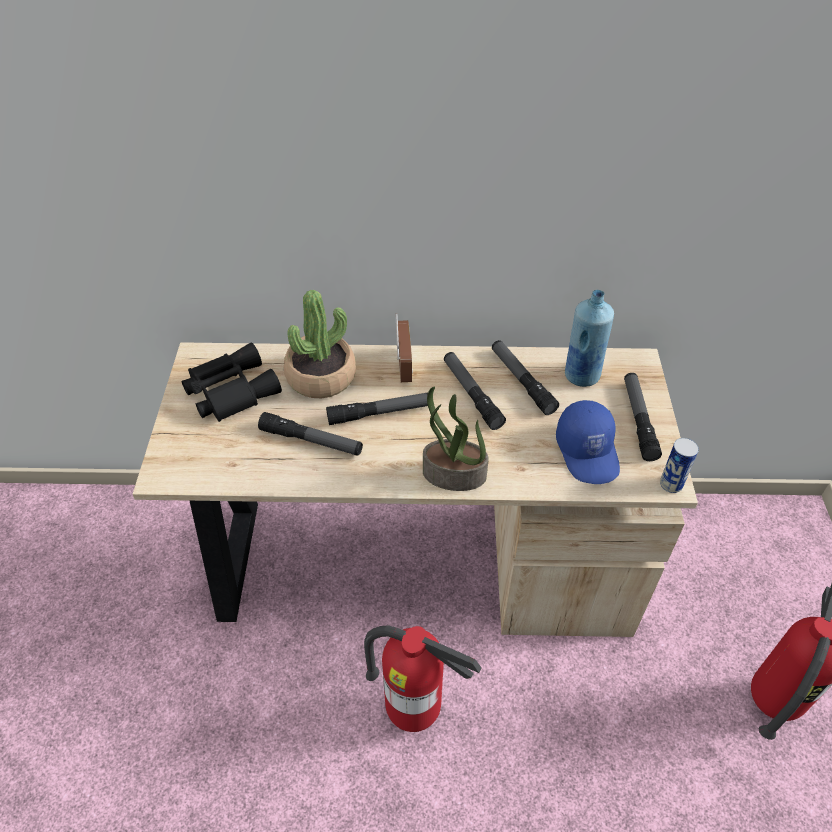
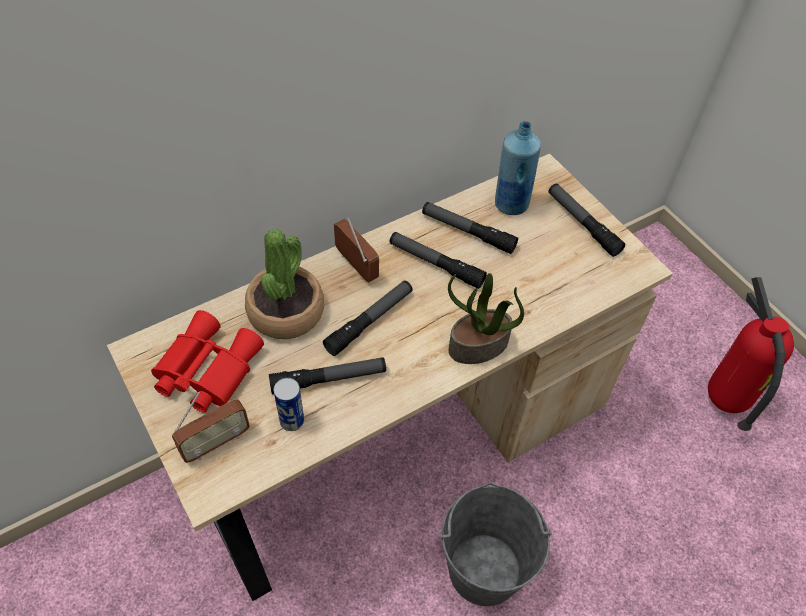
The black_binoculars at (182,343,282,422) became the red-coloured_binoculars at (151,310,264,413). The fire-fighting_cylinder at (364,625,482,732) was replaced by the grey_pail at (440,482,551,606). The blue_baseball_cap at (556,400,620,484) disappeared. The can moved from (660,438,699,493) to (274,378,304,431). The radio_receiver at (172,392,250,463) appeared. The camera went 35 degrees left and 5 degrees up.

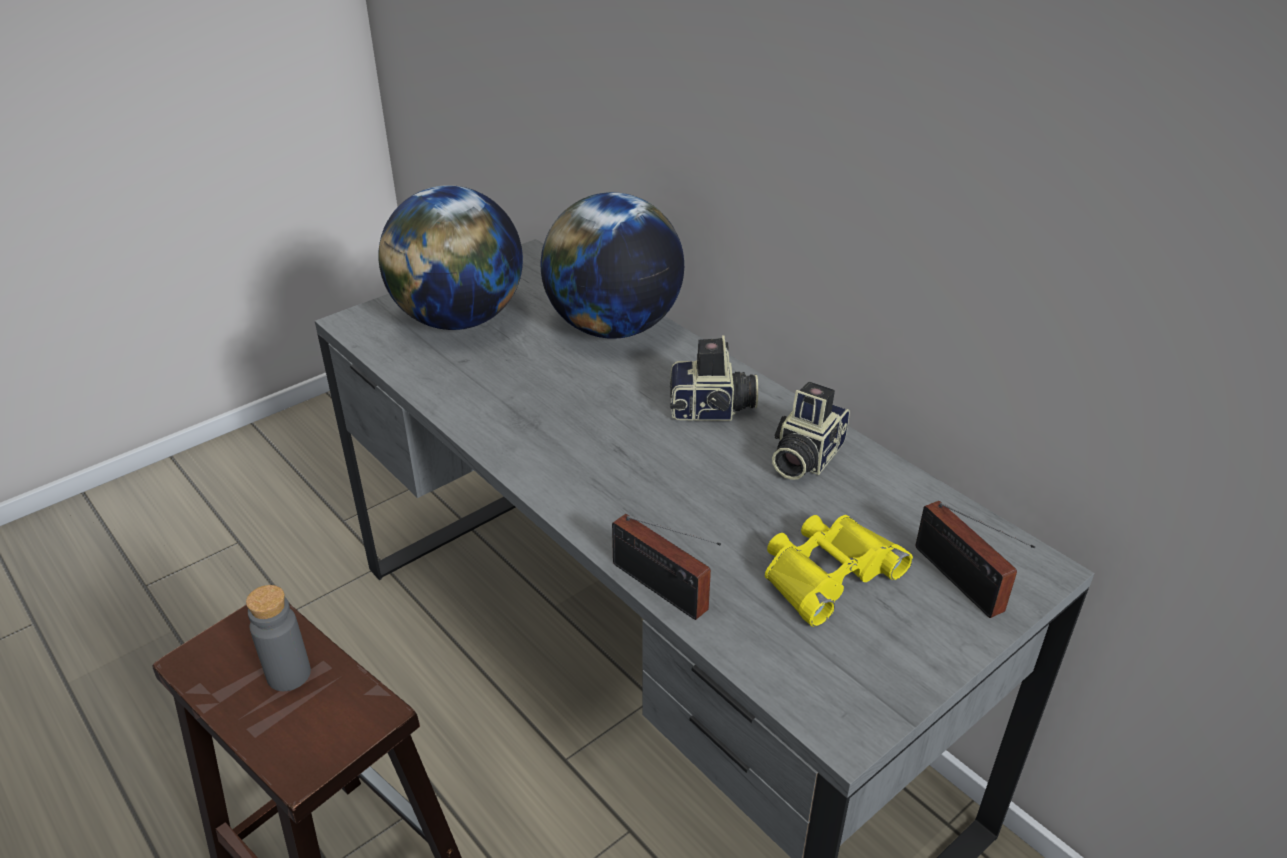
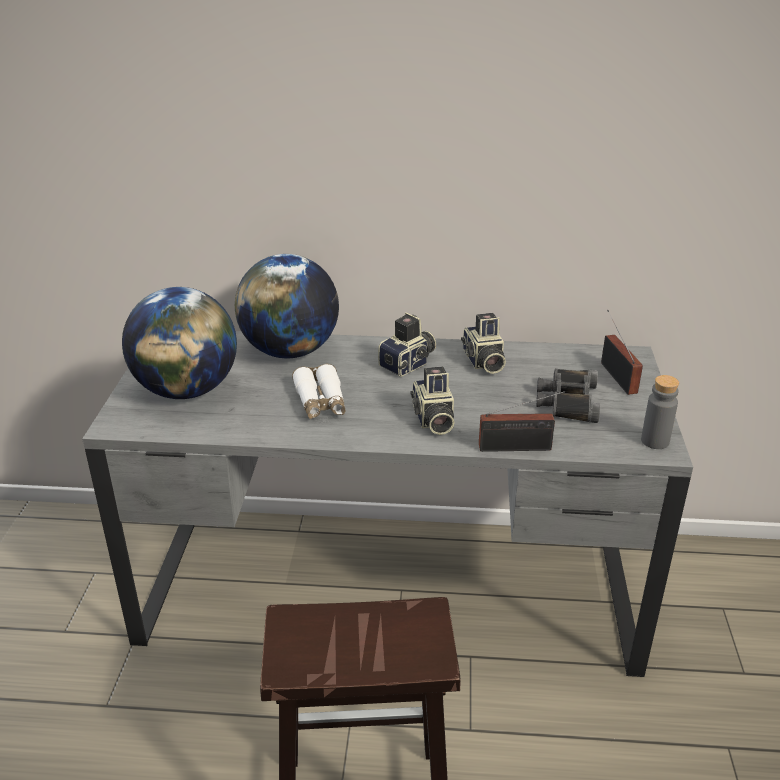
The grey_beverage_bottle moved from (246,585,311,691) to (641,375,679,449). The yellow_binoculars at (765,515,913,627) became the black_binoculars at (536,368,600,423). The radio_receiver at (916,501,1035,618) turned 120 degrees counterclockwise. The white-coloured_binoculars at (292,364,345,419) appeared. The still_camera at (410,366,455,435) appeared. The camera went 45 degrees left and 5 degrees down.

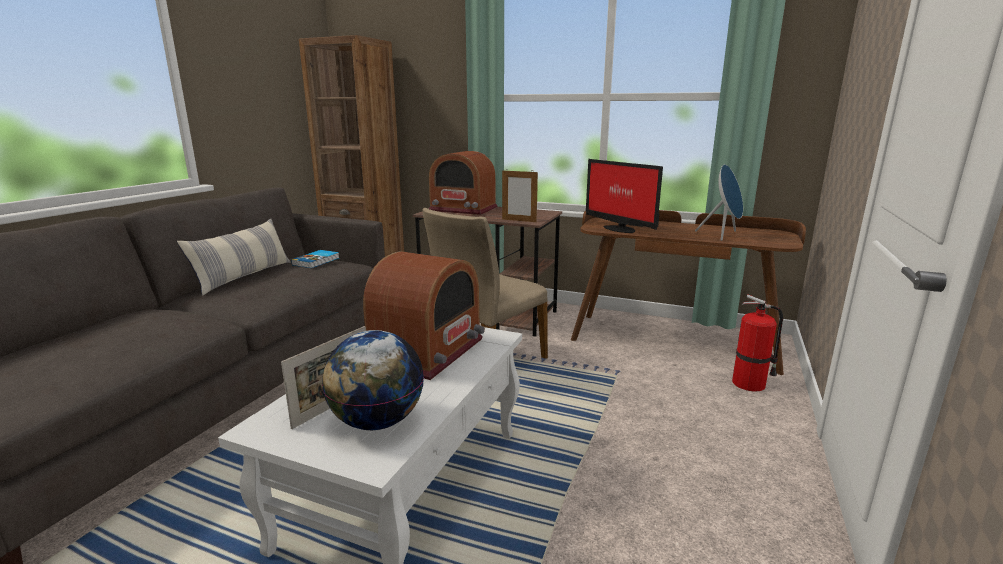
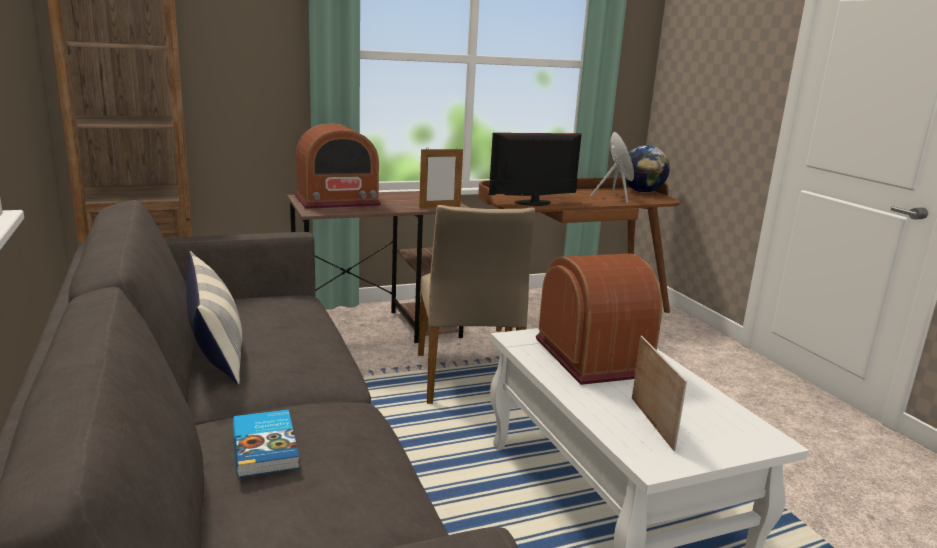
The volume moved from (291,250,339,268) to (233,409,300,478). The desk_globe moved from (322,330,424,430) to (625,145,670,193). The computer_display at (586,159,663,233) turned 150 degrees clockwise. The fire-fighting_cylinder at (732,295,783,392) disappeared. The camera went 45 degrees left and 0 degrees up.

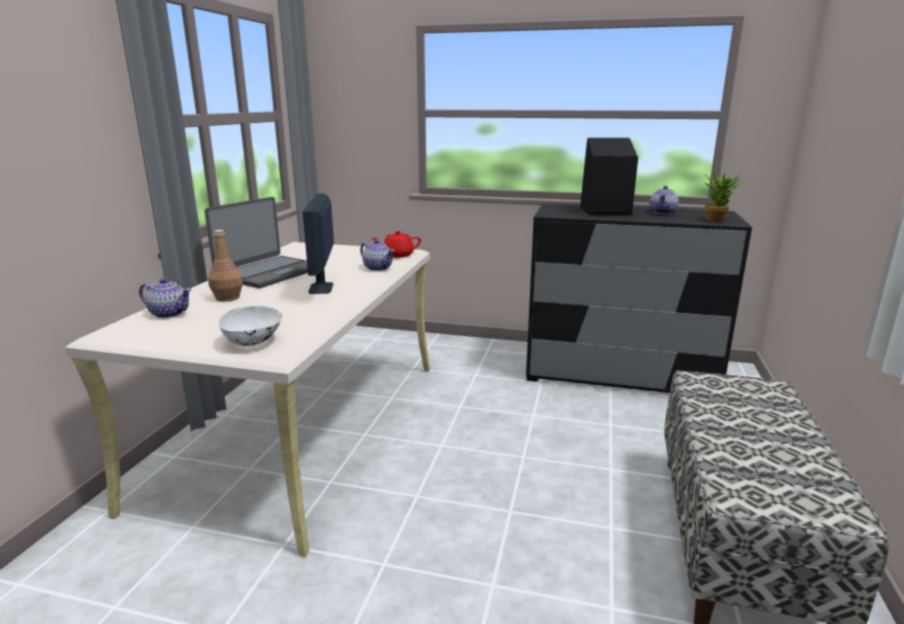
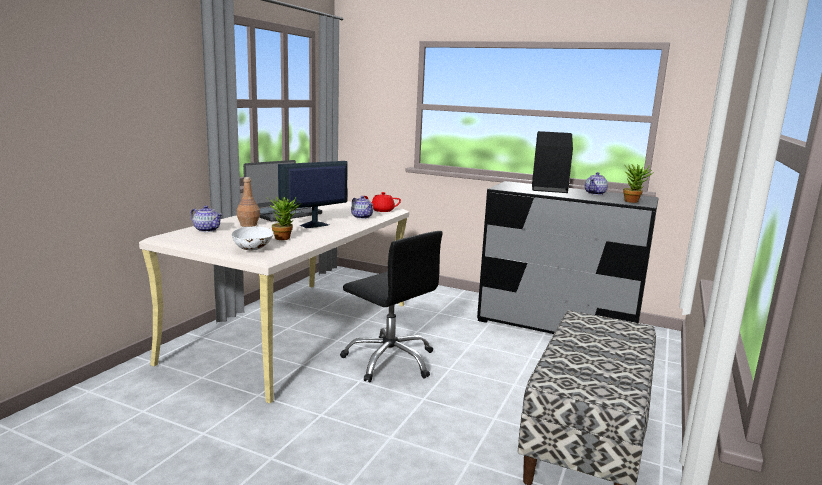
The computer_display at (303,193,334,294) turned 45 degrees clockwise. The potted_plant at (268,196,300,240) appeared. The black_computer_chair at (340,231,443,382) appeared. The camera went 10 degrees right and 5 degrees down.

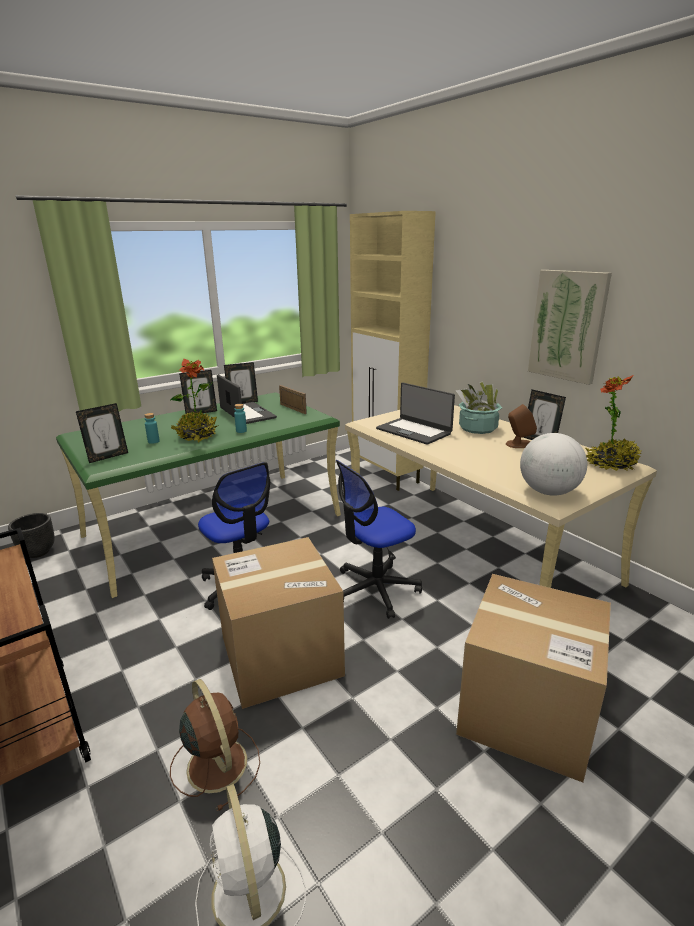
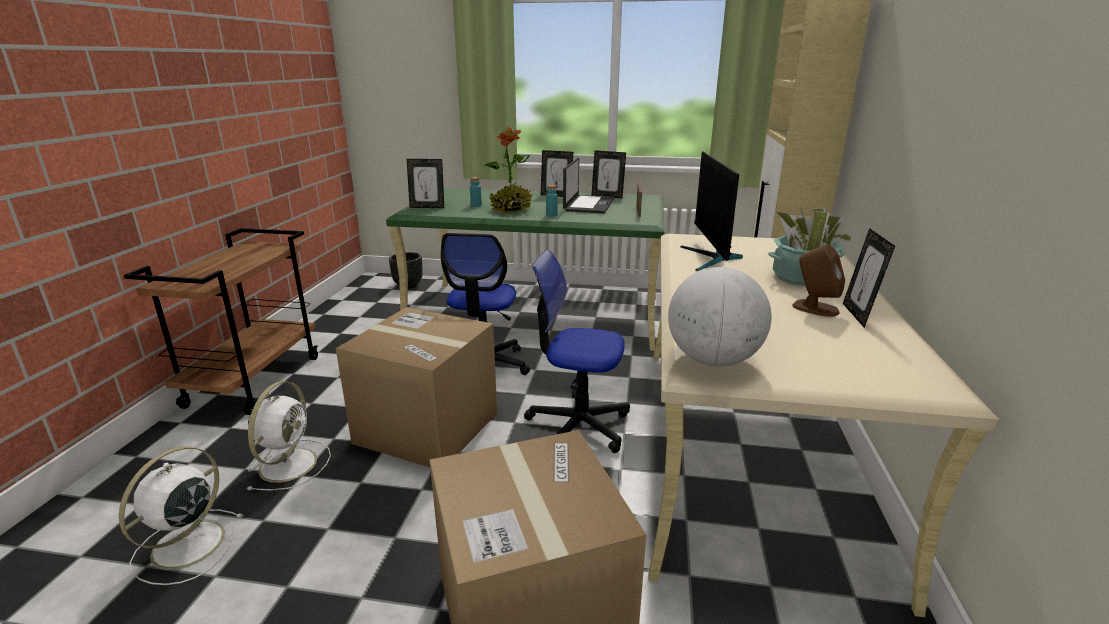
The brownish_fan at (170,679,260,811) became the white-coloured_fan at (246,381,331,491). The portable_computer at (376,383,455,445) was replaced by the computer_display at (680,152,743,271). The wall_picture at (528,270,612,385) disappeared. The potted_plant at (585,375,641,471) disappeared. The camera went 45 degrees right and 0 degrees up.

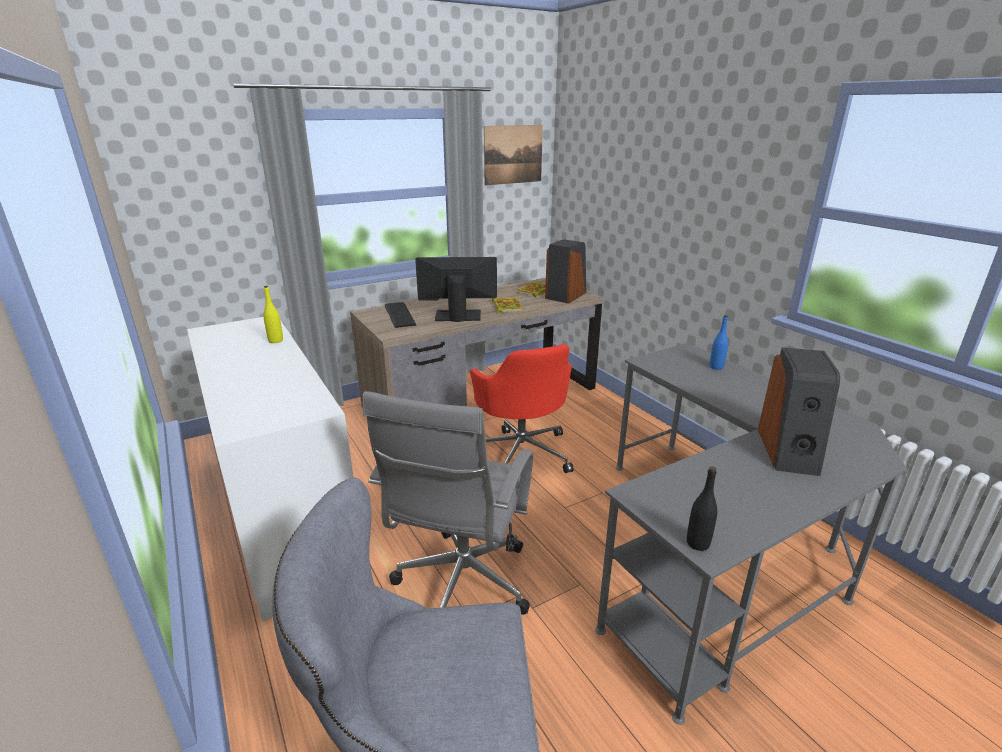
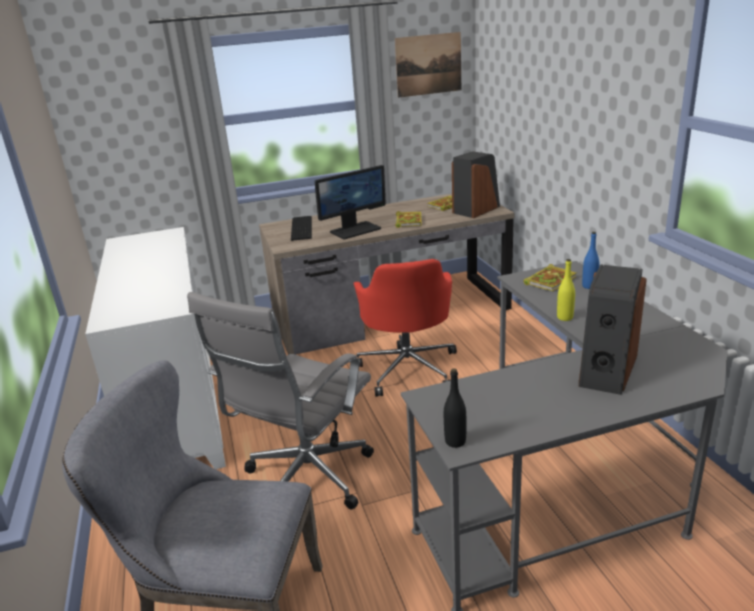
The yellow_beverage_bottle moved from (264,286,283,343) to (557,259,575,321). The computer_display at (415,257,497,322) turned 135 degrees clockwise. The volume at (523,264,577,292) appeared. The camera went 15 degrees right and 0 degrees up.

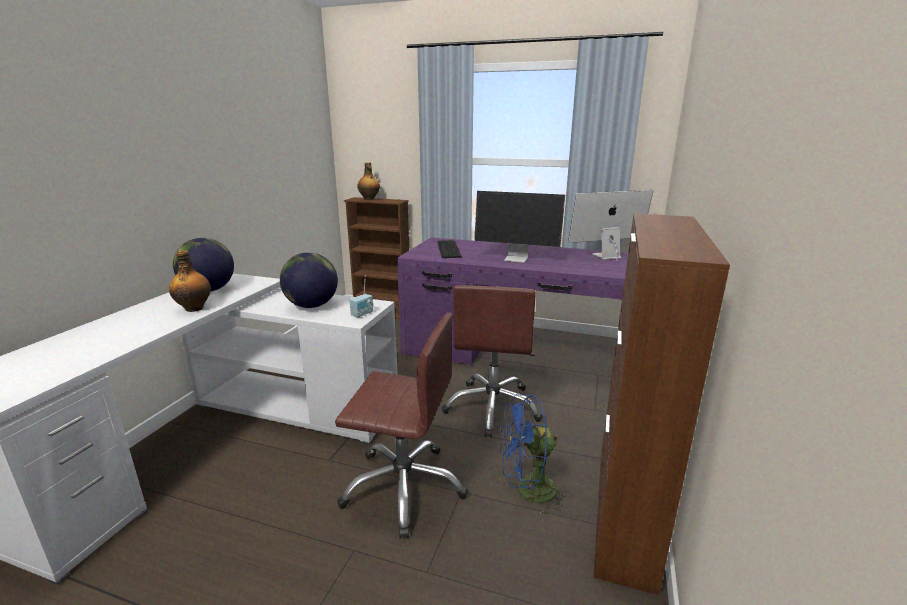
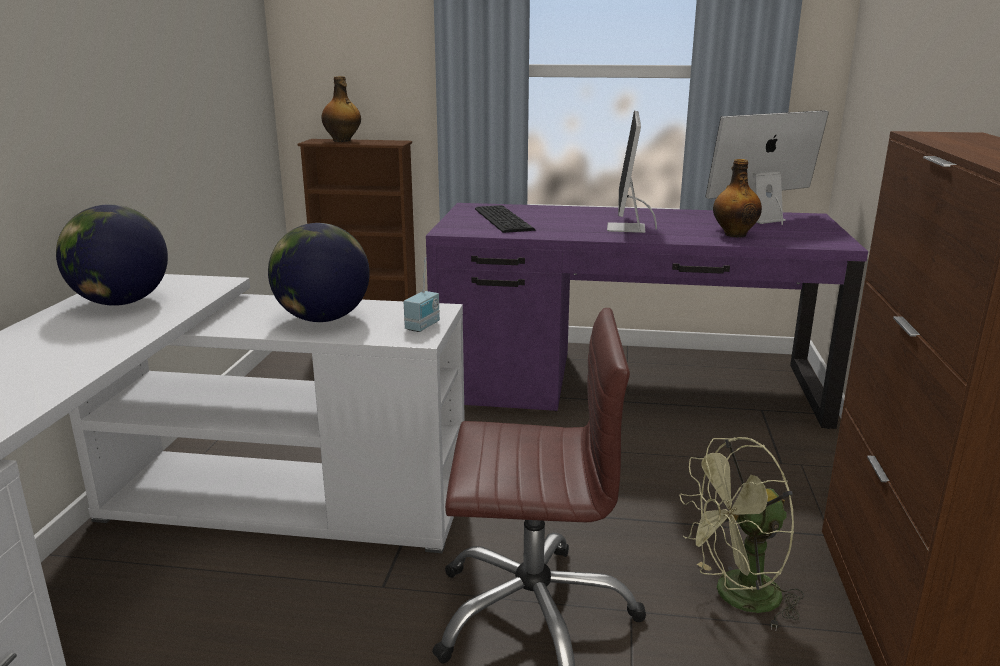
The beverage_bottle moved from (169,250,211,312) to (713,159,762,237). The brownish_computer_chair at (442,285,543,438) disappeared. The computer_display at (474,191,565,263) turned 90 degrees clockwise. The blue_fan at (499,394,571,515) became the green-coloured_fan at (679,437,804,630). The camera went 10 degrees left and 0 degrees up.

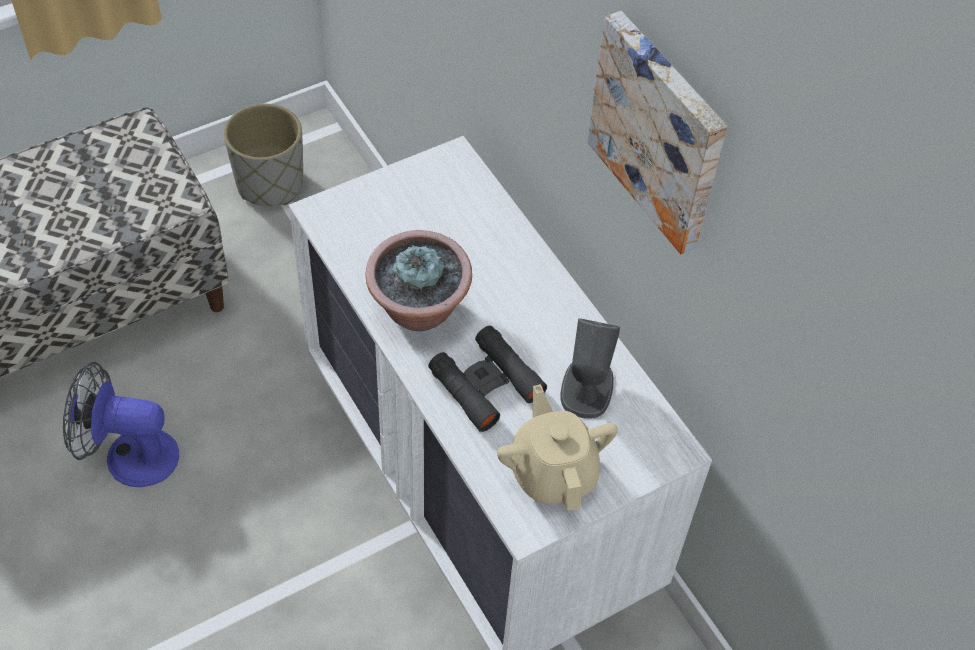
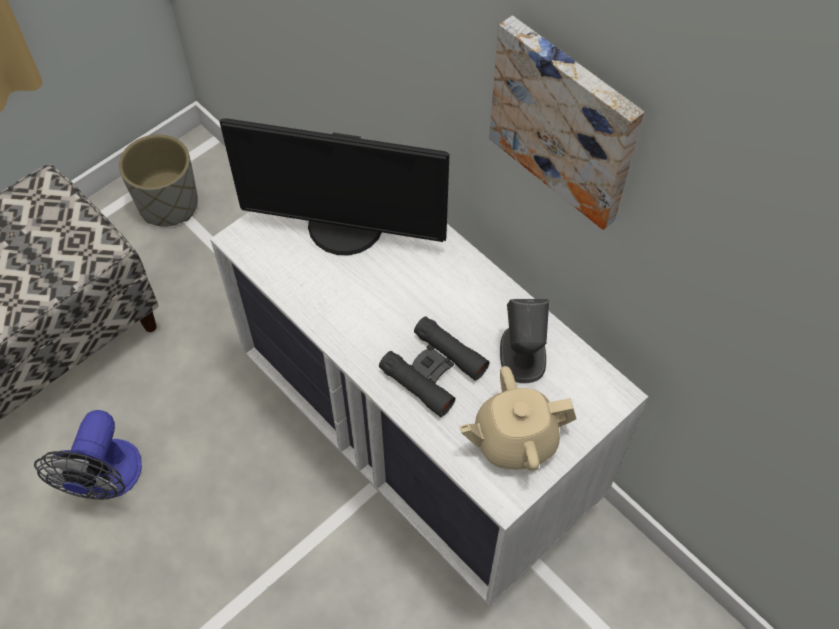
The fan at (63,362,179,487) turned 75 degrees counterclockwise. The potted_plant at (365,230,472,331) disappeared. The beige-coloured_teapot at (497,384,618,511) turned 75 degrees counterclockwise. The computer_display at (220,118,450,255) appeared. The camera went 10 degrees left and 5 degrees up.

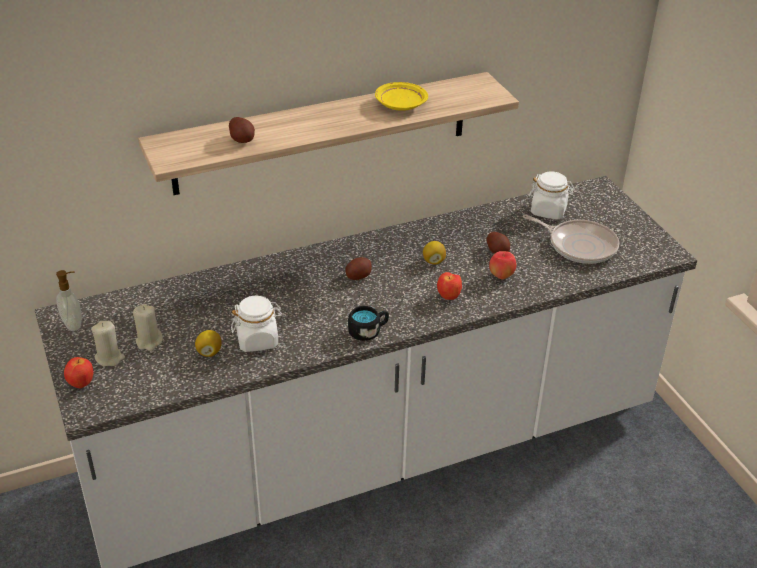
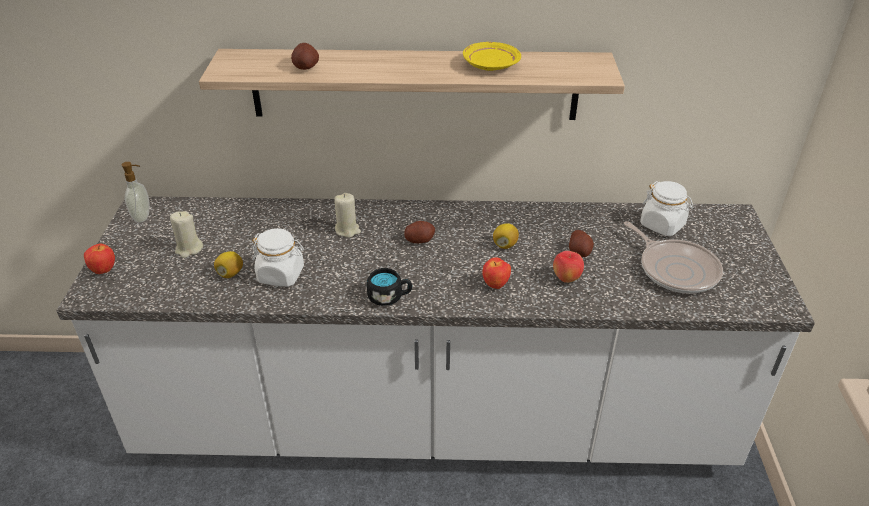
The beige-coloured_candle moved from (91,321,125,366) to (334,193,361,238). The camera went 25 degrees right and 0 degrees up.

